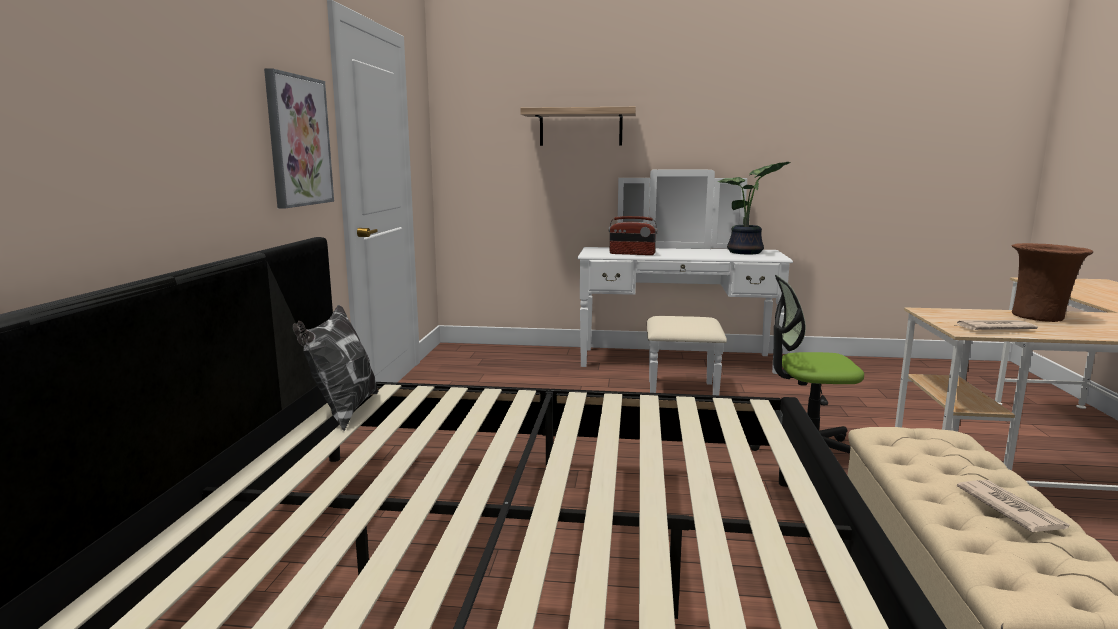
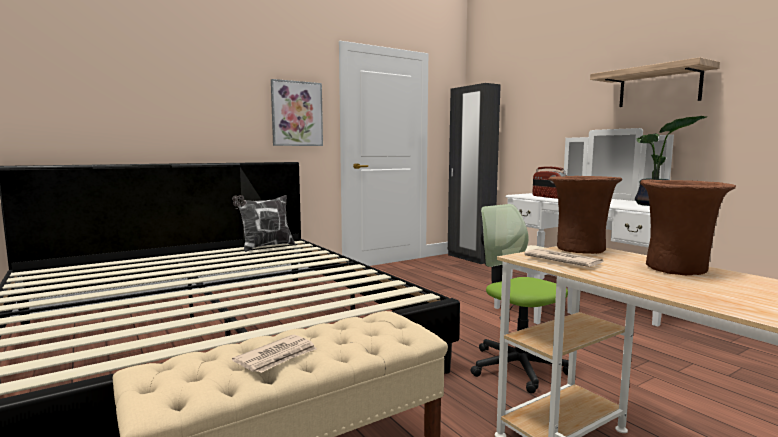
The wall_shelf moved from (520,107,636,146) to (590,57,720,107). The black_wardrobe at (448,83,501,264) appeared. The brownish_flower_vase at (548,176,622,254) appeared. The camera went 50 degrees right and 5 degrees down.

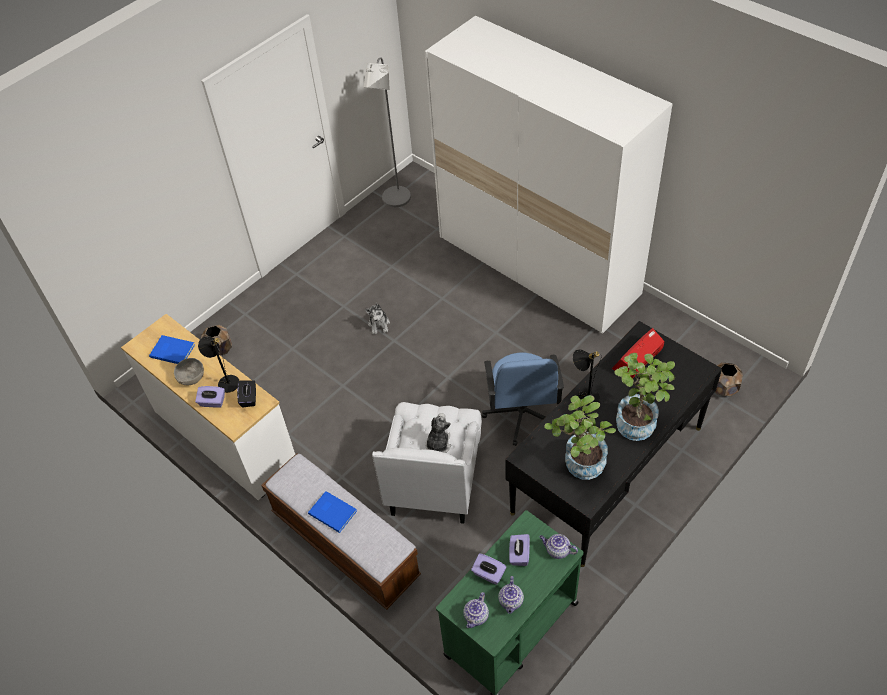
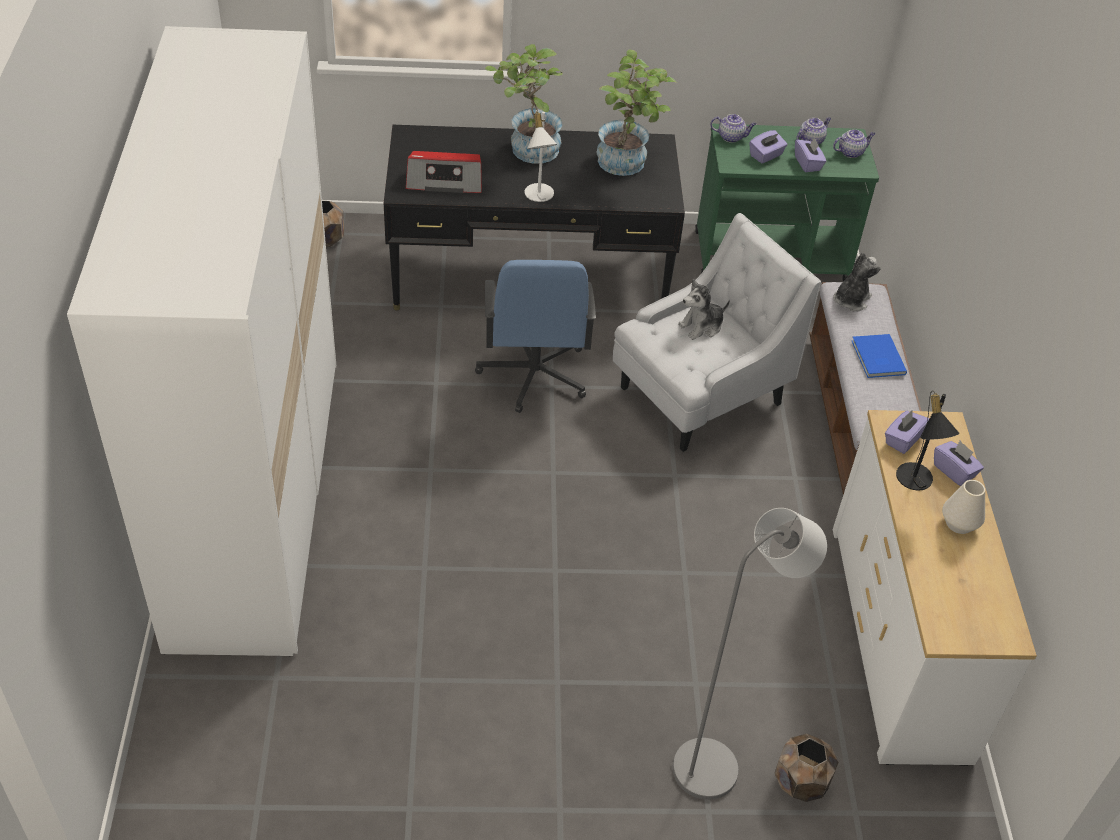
The blue_volume at (149,335,195,364) disappeared. The grey_bowl at (174,358,204,386) was replaced by the white-coloured_flower_vase at (942,480,985,534). The black_tissue_box at (237,380,256,408) became the purple-coloured_tissue_box at (885,409,930,454). The grey_standard_lamp moved from (364,57,411,207) to (672,508,827,800). The plush_toy moved from (365,303,390,335) to (833,252,881,312). The blue_computer_chair at (482,353,564,446) turned 135 degrees clockwise. The teapot at (539,534,578,559) turned 60 degrees counterclockwise. The black_tabletop_lamp at (573,349,601,406) became the white-coloured_tabletop_lamp at (524,110,557,202). The camera went 140 degrees left and 5 degrees down.

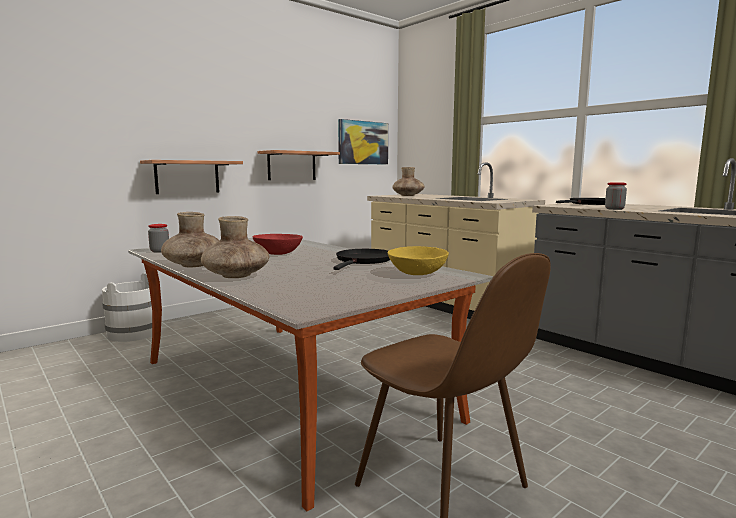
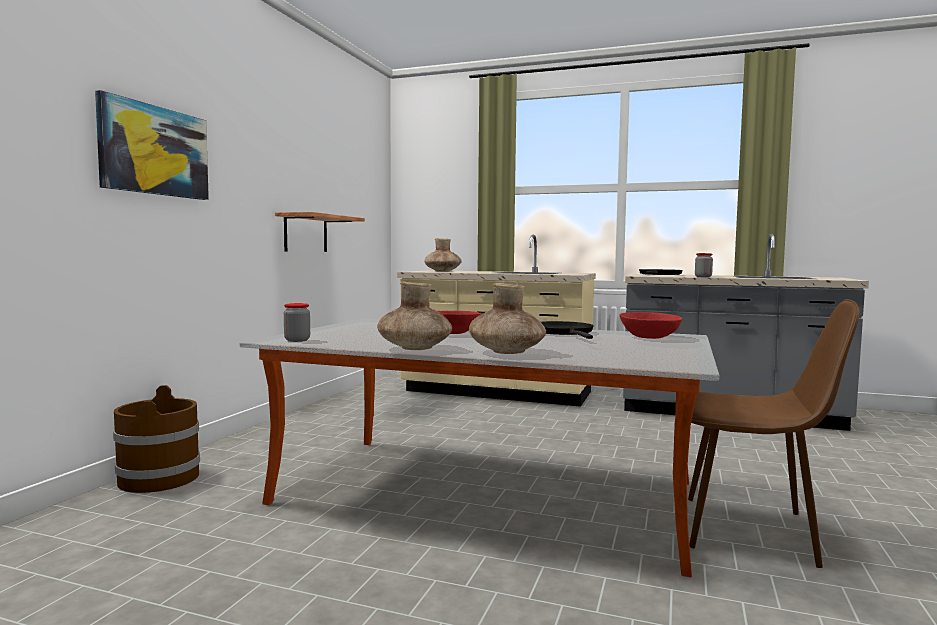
The white-coloured_pail at (102,273,152,342) became the brownish_pail at (113,385,200,493). The wall_shelf at (140,160,243,194) disappeared. The wall_picture moved from (338,119,388,164) to (95,90,209,200). The yellow_bowl at (387,246,449,275) became the red-coloured_bowl at (620,312,682,339). The camera went 30 degrees left and 5 degrees down.

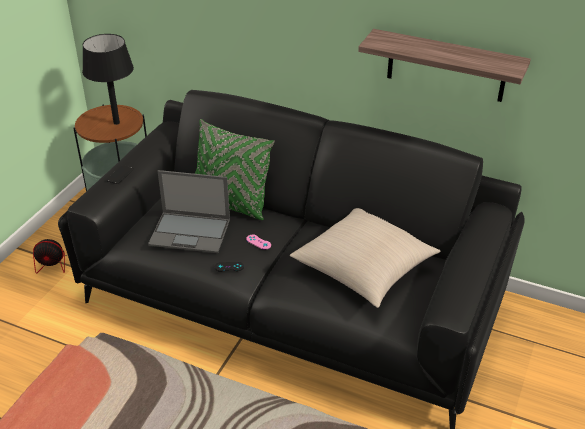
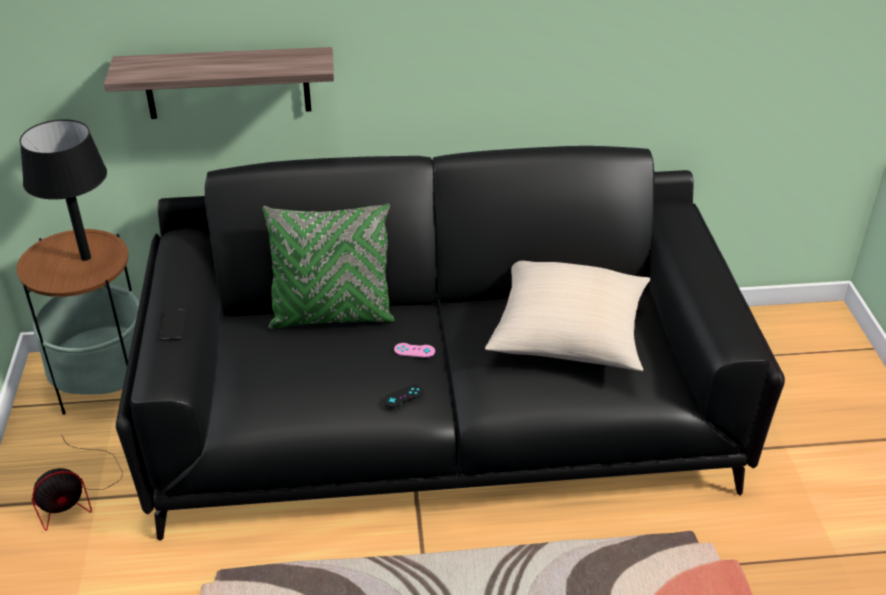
The portable_computer at (148,170,230,253) disappeared. The wall_shelf moved from (358,29,531,102) to (104,47,334,119). The camera went 30 degrees left and 0 degrees up.

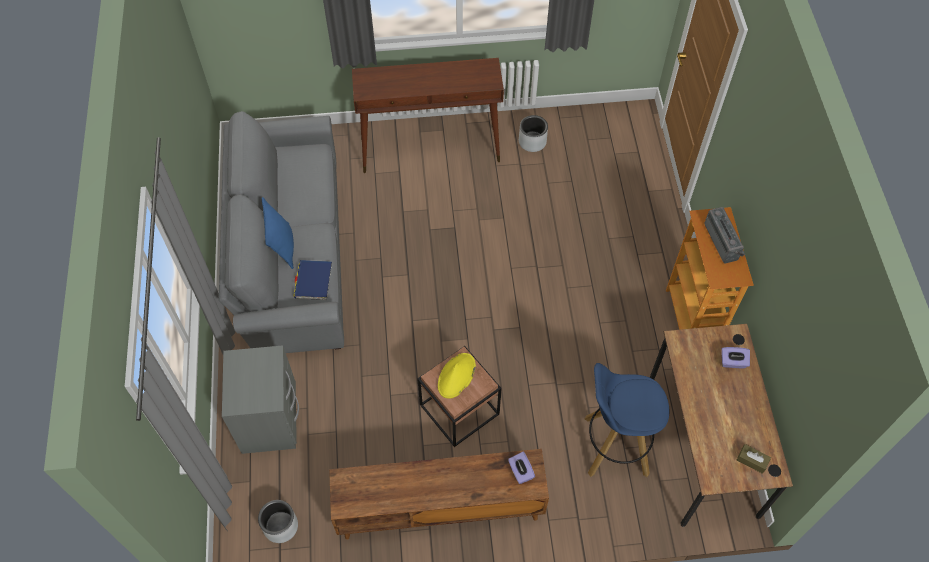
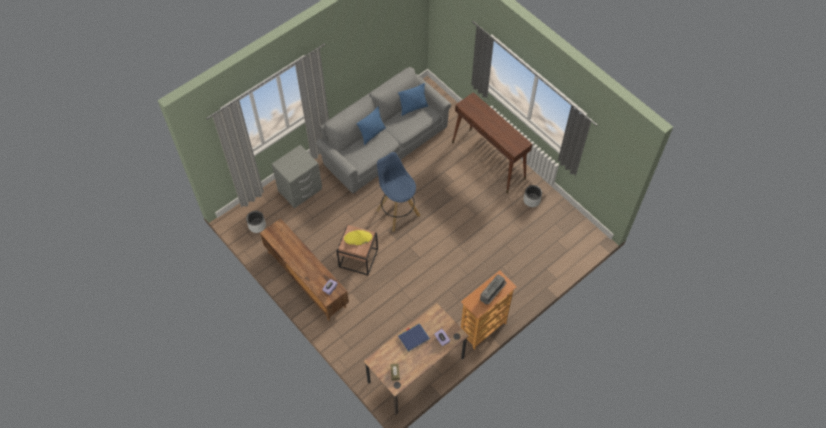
The blue_volume moved from (294,260,332,300) to (398,323,430,352). The blue_sitting_stool moved from (585,363,669,477) to (376,152,420,231). The blue_cushion at (398,83,428,116) appeared. The camera went 55 degrees right and 0 degrees up.

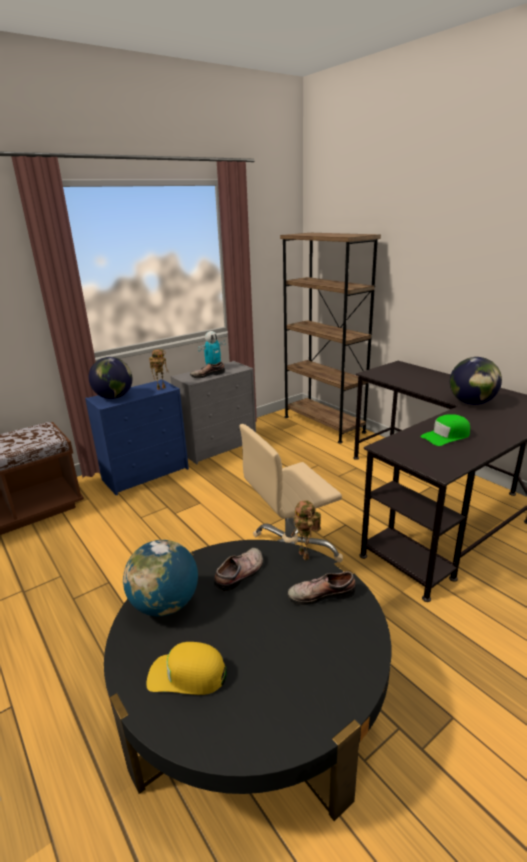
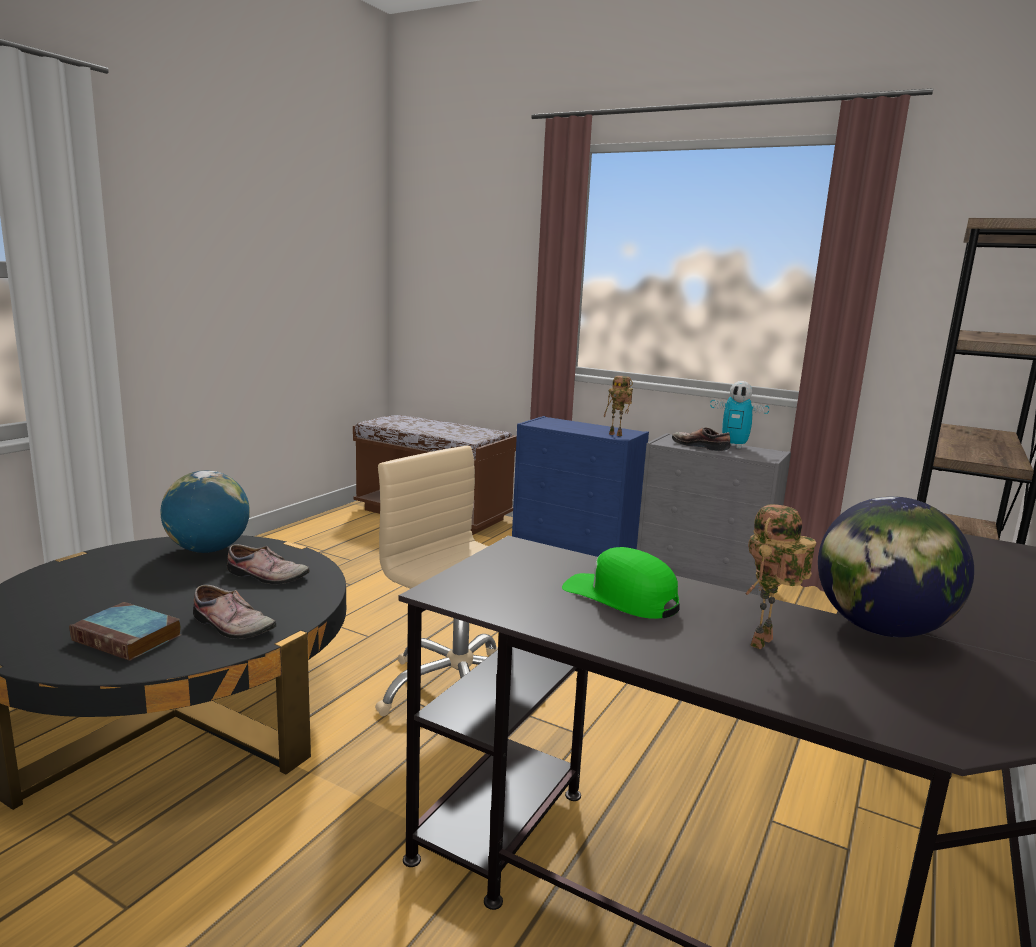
The desk_globe at (89,357,133,399) disappeared. The yellow_baseball_cap at (146,642,227,695) disappeared. The shoe at (288,571,356,605) turned 150 degrees clockwise. The robot_figure moved from (290,500,321,561) to (745,504,816,649). The volume at (69,602,181,661) appeared. The camera went 65 degrees right and 10 degrees down.

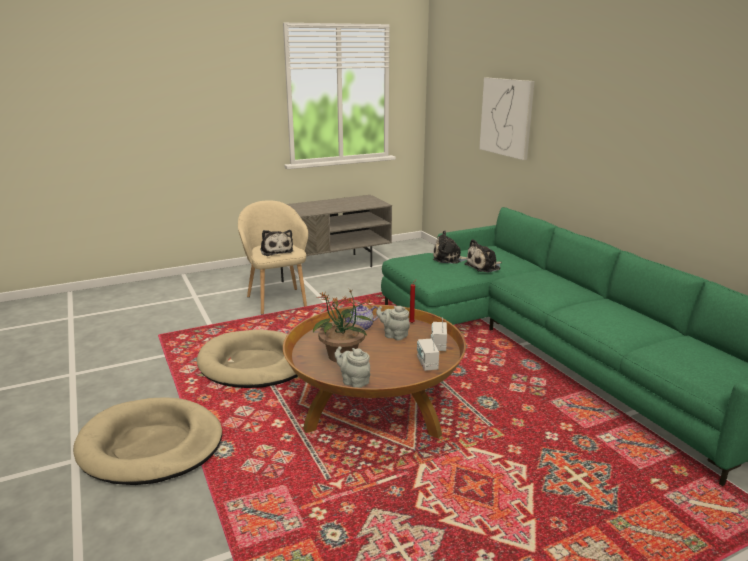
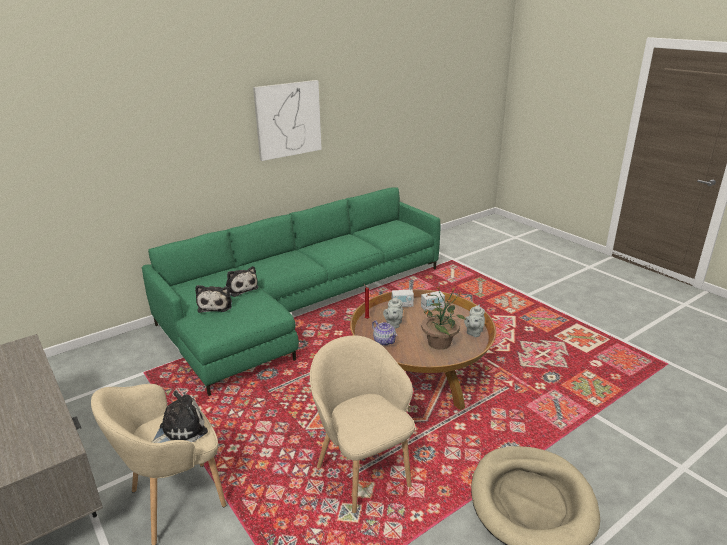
The beige-coloured_dog_bed at (197,330,298,388) was replaced by the beige-coloured_easy_chair at (310,336,415,513). The wall_picture moved from (479,78,535,160) to (253,80,322,161). The camera went 100 degrees left and 5 degrees up.

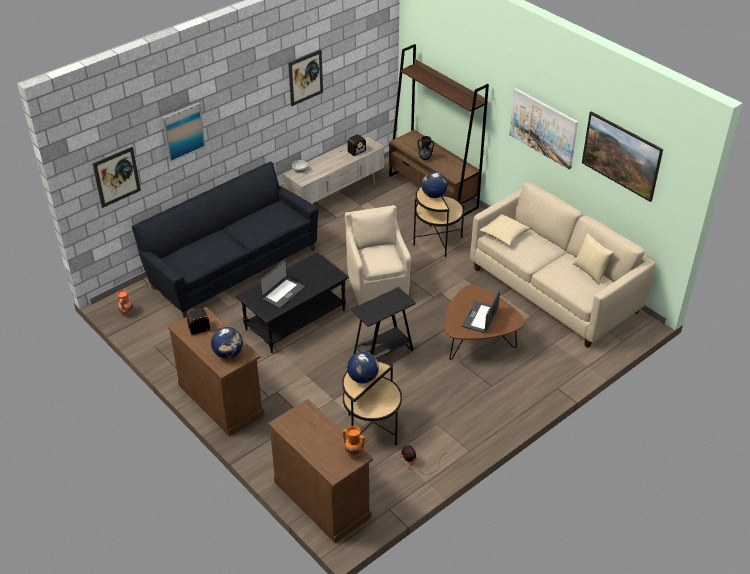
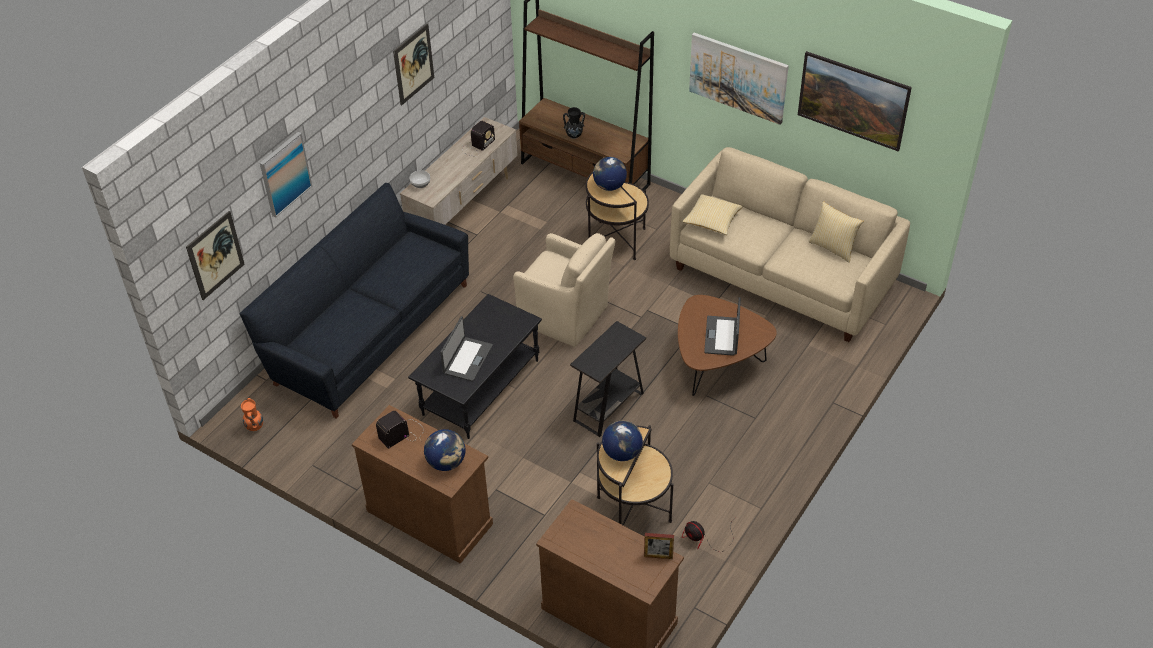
The orange-coloured_flower_vase at (342,426,365,458) was replaced by the photo_frame at (644,533,674,559). The beige-coloured_easy_chair at (345,205,411,305) turned 150 degrees clockwise. The camera went 15 degrees left and 5 degrees up.

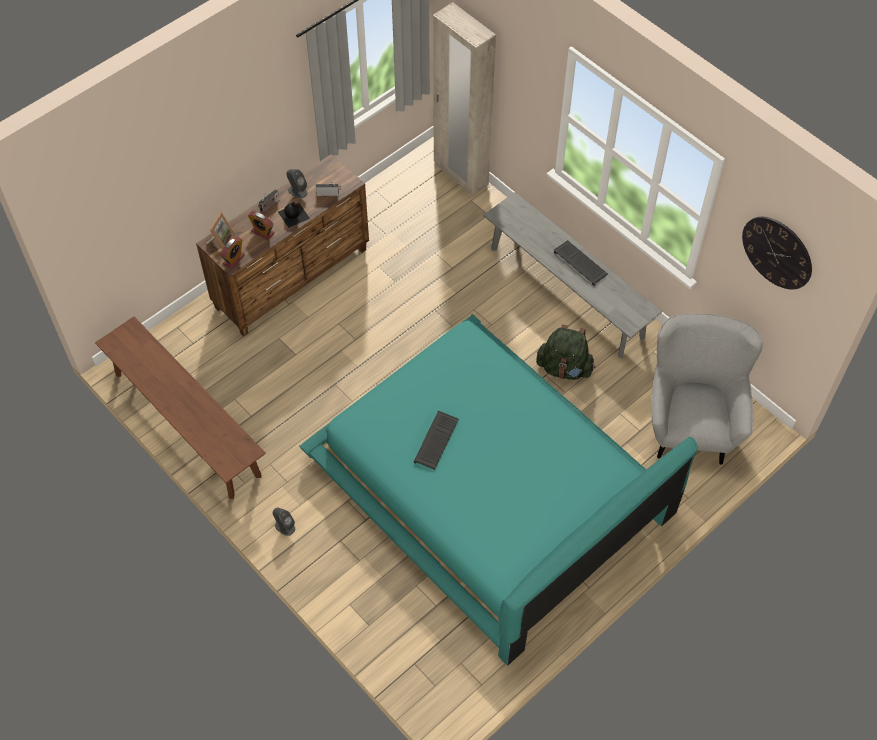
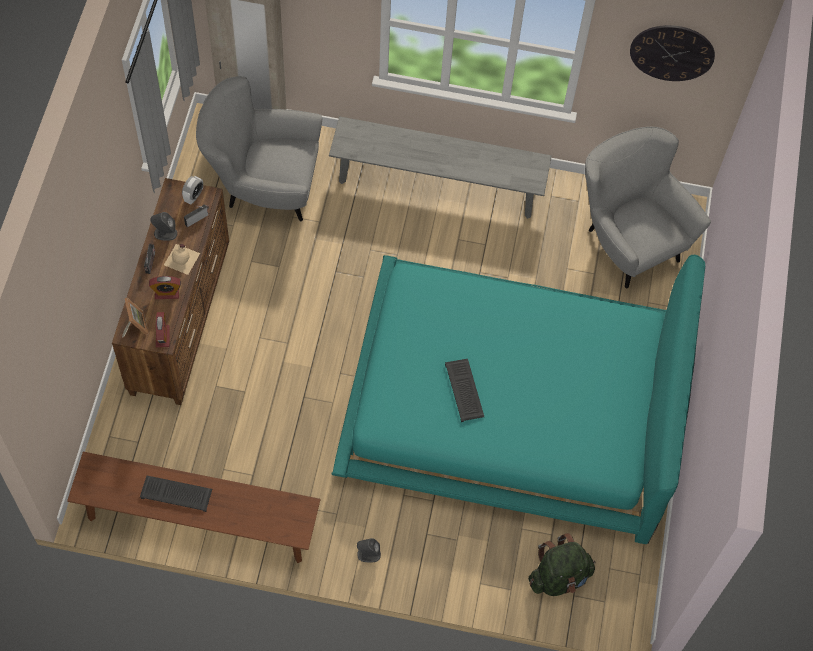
The black_beverage_bottle at (278,201,310,228) became the beige-coloured_beverage_bottle at (164,244,200,275). The green-coloured_backpack moved from (536,325,595,380) to (528,533,596,596). The keyboard moved from (553,240,608,286) to (140,476,212,512). The table_clock at (182,176,203,204) appeared. The grey_easy_chair at (196,76,322,221) appeared. The camera went 40 degrees left and 5 degrees up.

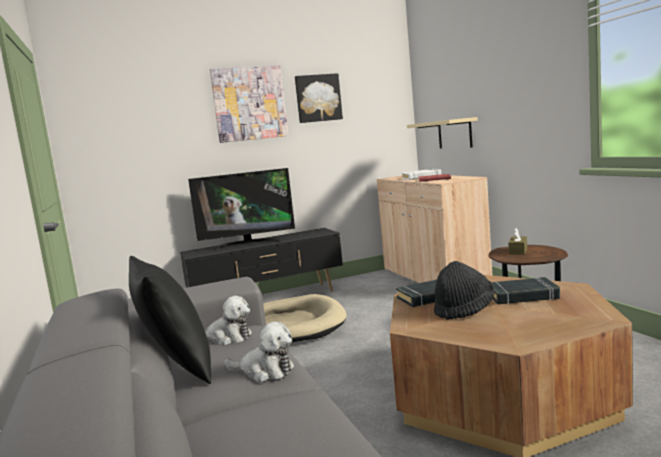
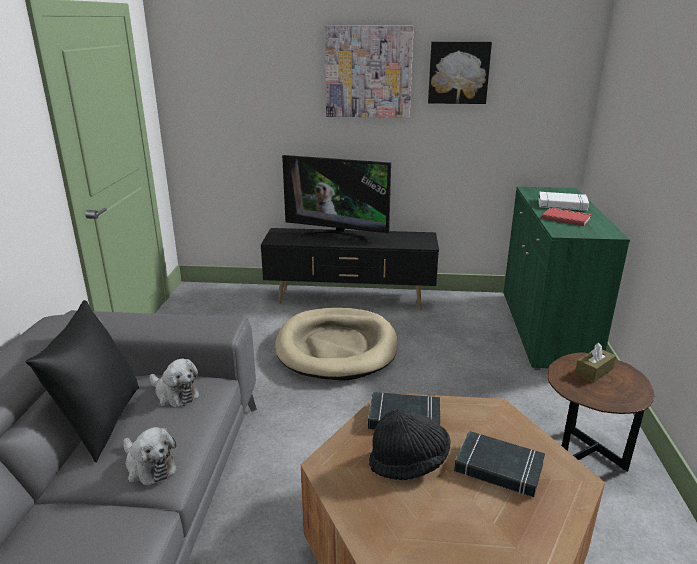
The beige-coloured_cupboard at (377,175,492,283) became the green-coloured_cupboard at (504,187,630,370). The beige-coloured_wall_shelf at (407,117,478,148) disappeared. The camera went 25 degrees right and 15 degrees up.

